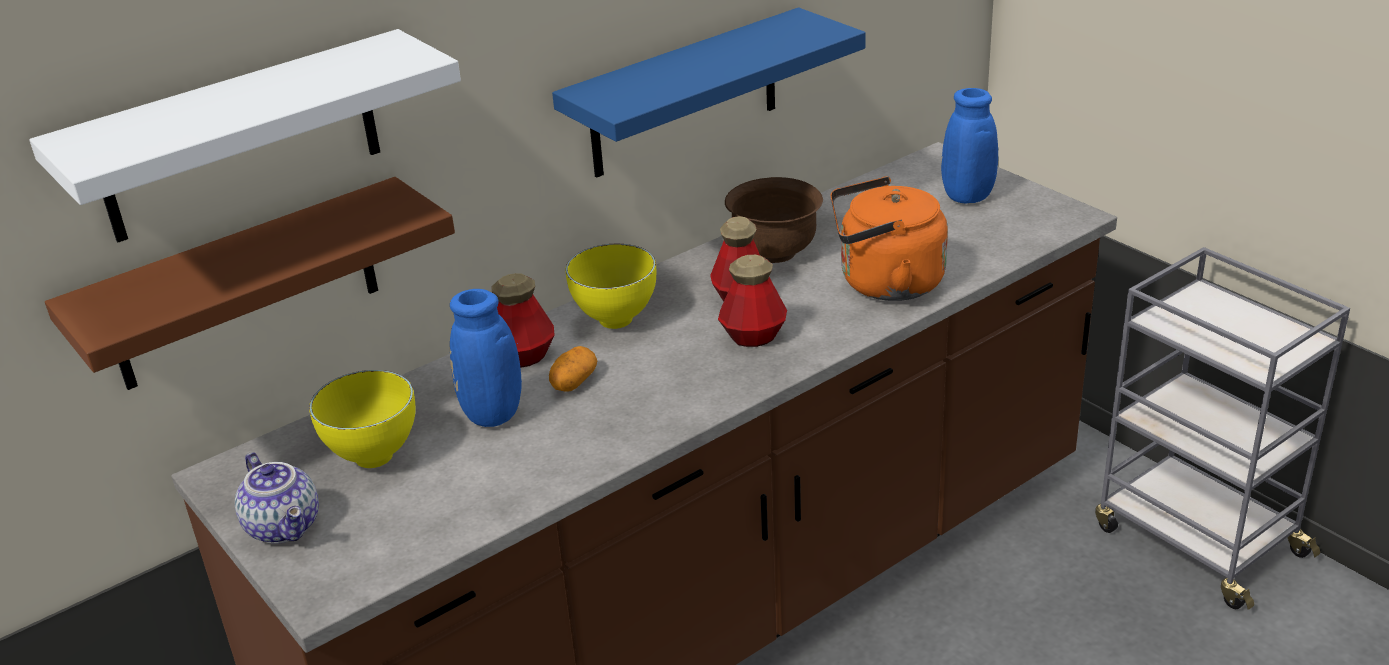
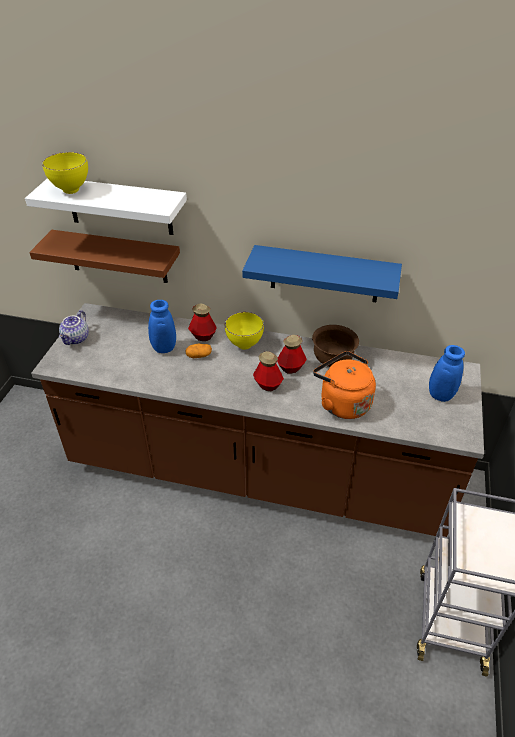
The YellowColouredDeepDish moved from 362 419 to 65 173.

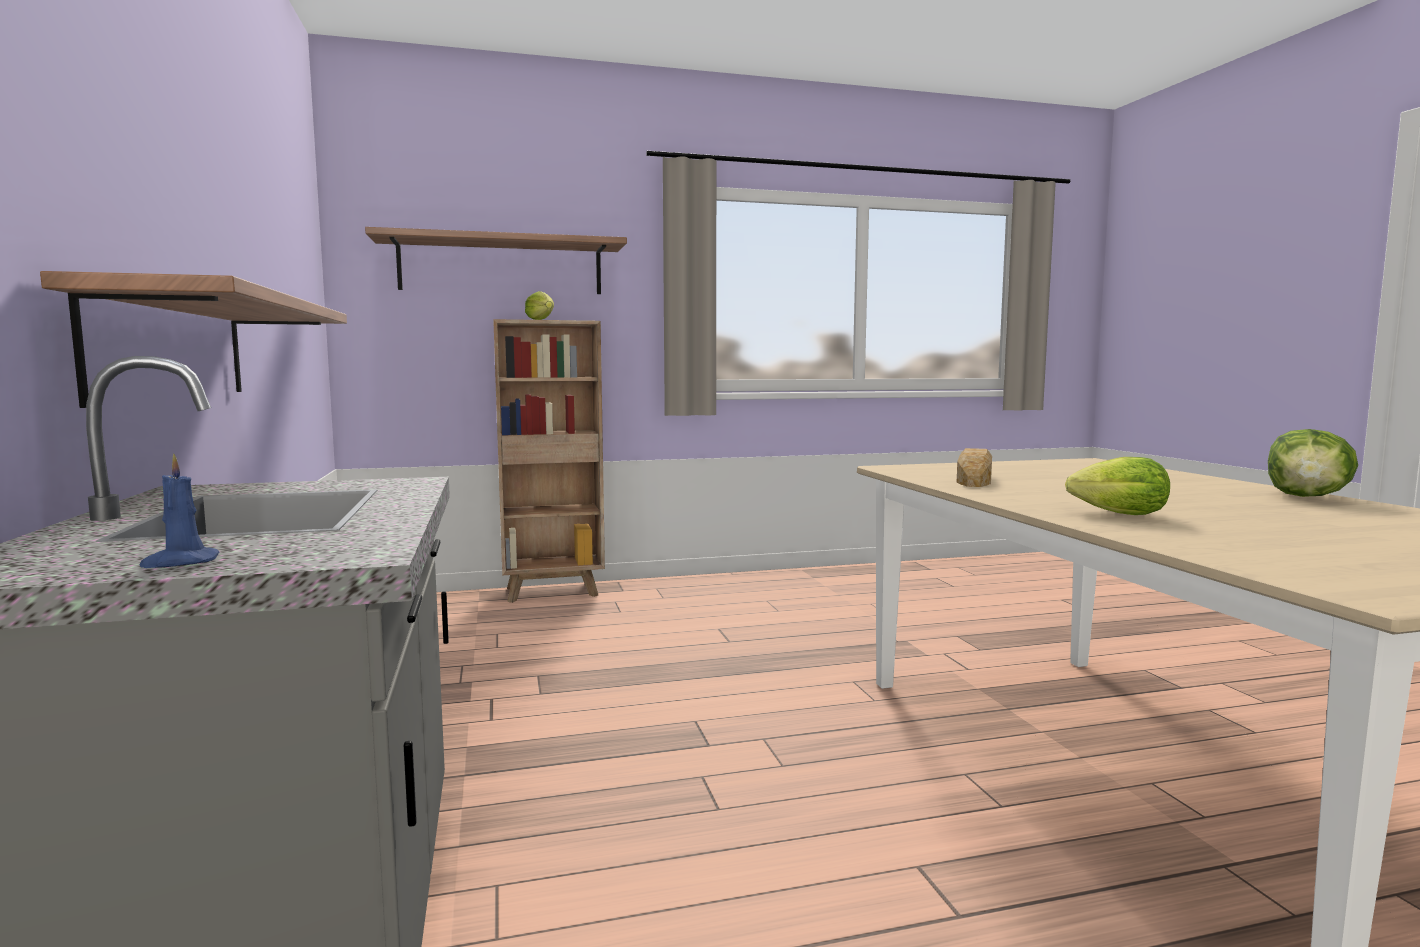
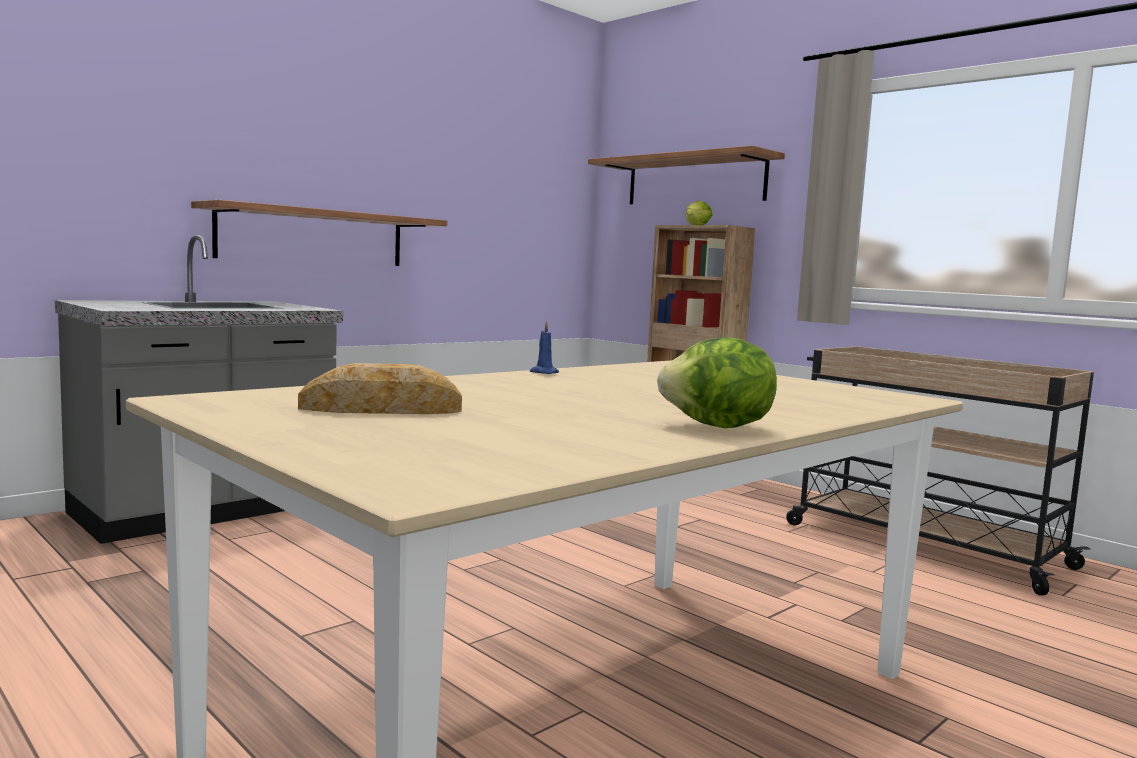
The BakedBread moved from 974 467 to 380 388.
The BluishCandle moved from 179 511 to 544 347.
The BeigeTrolley at 940 470 appeared.
The Lettuce at 1117 486 disappeared.

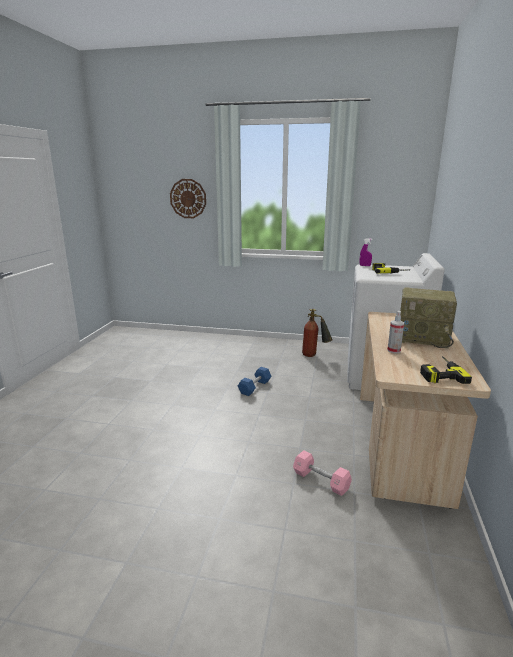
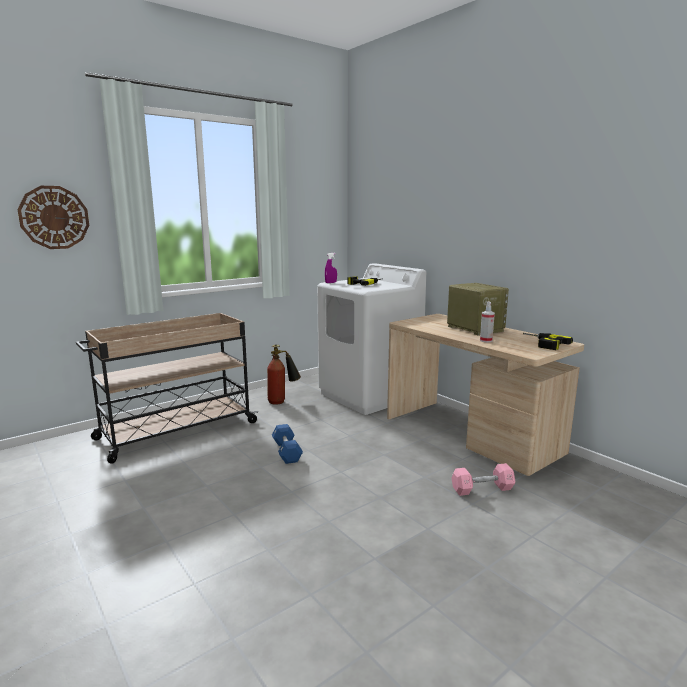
The BeigeTrolley at 167 388 appeared.
The RadioReceiver at 428 317 turned 90 degrees counterclockwise.

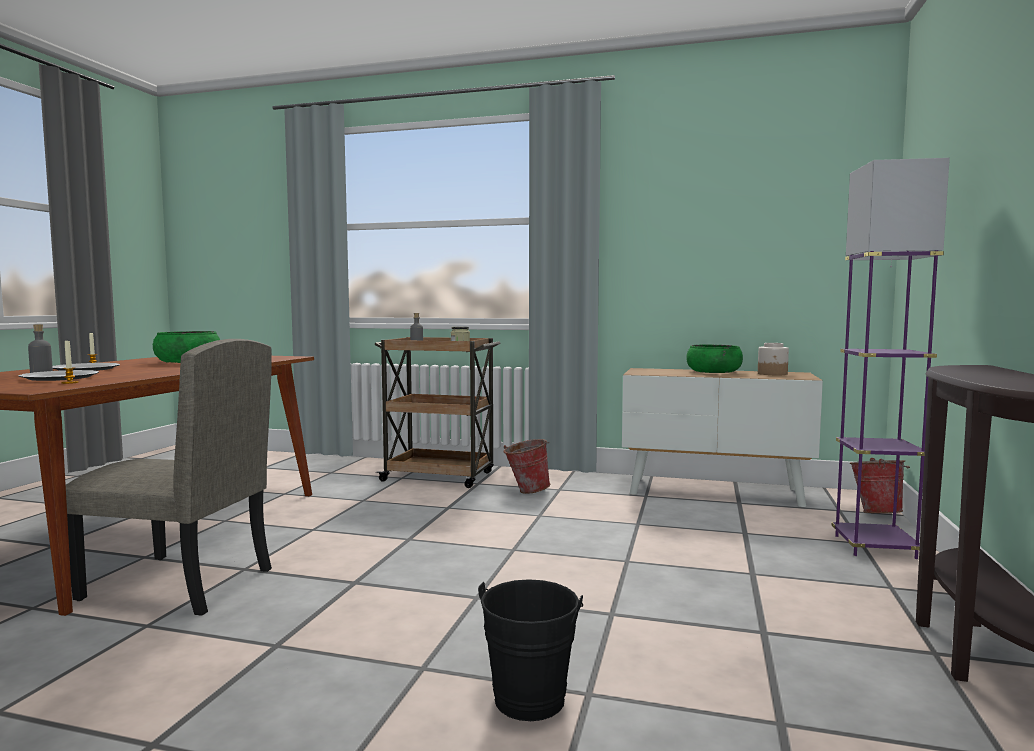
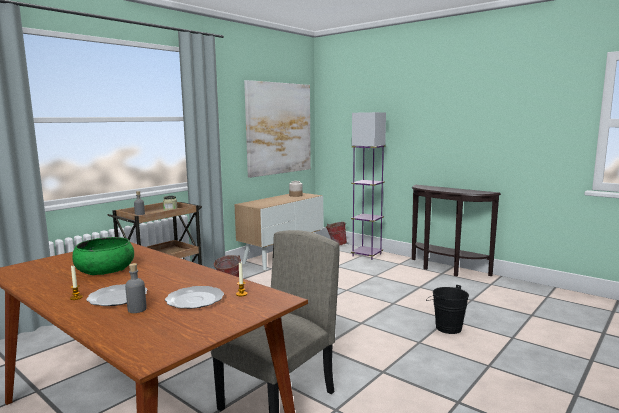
The Picture at 277 129 appeared.
The GreenDeepDish at 714 359 disappeared.

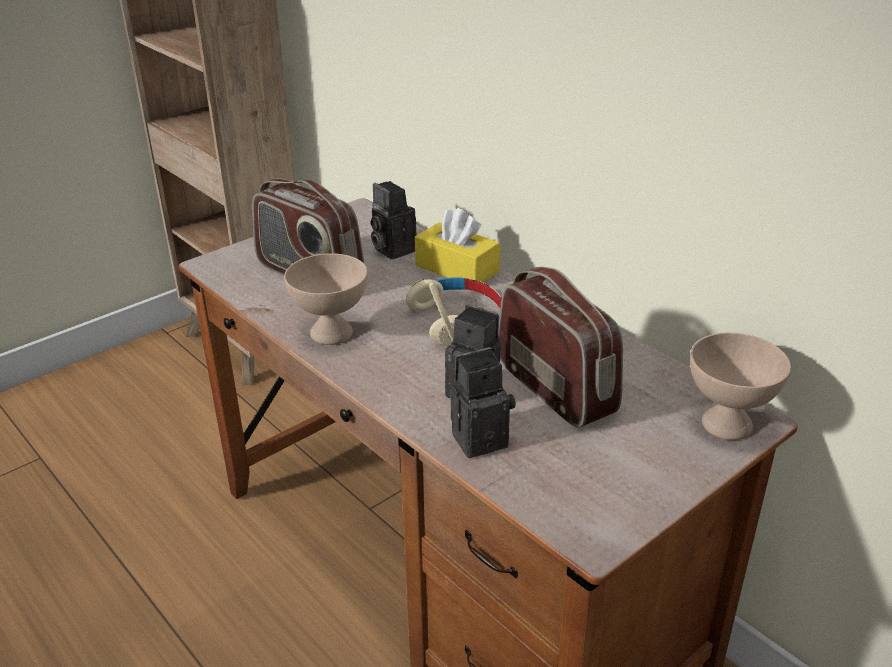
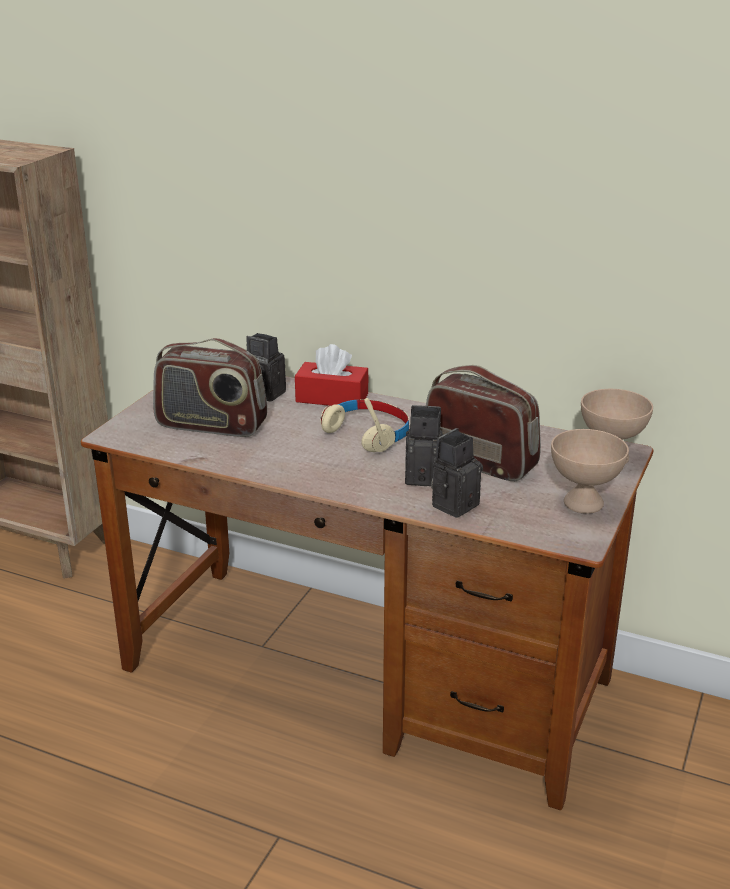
The YellowColouredTissueHolder at 457 245 became the RedTissueHolder at 331 375.
The BeigeDeepDish moved from 326 299 to 590 471.

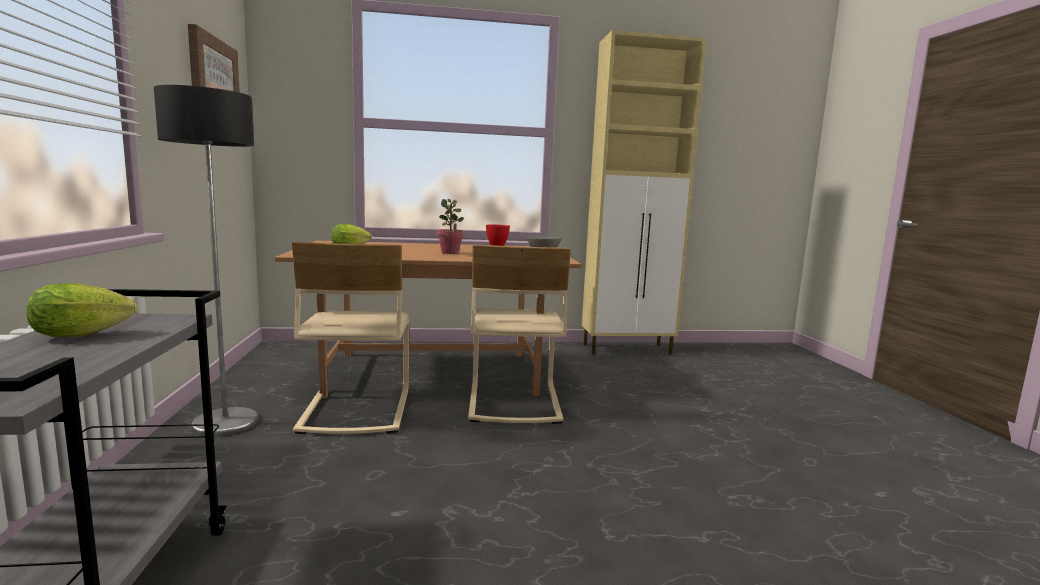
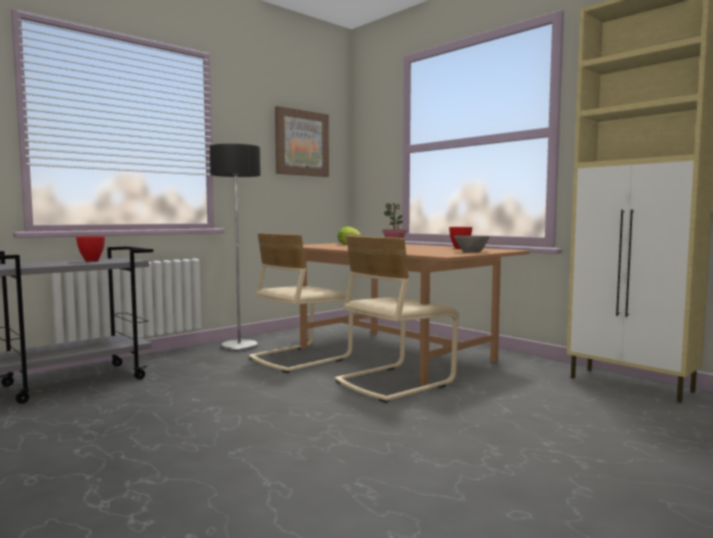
The Lettuce at 81 310 was replaced by the RedDeepDish at 90 249.

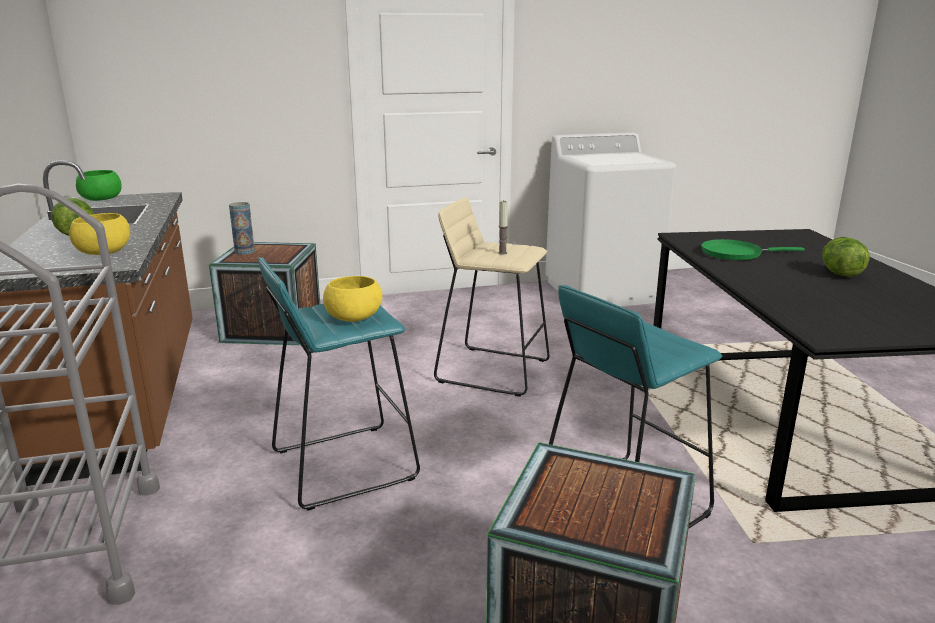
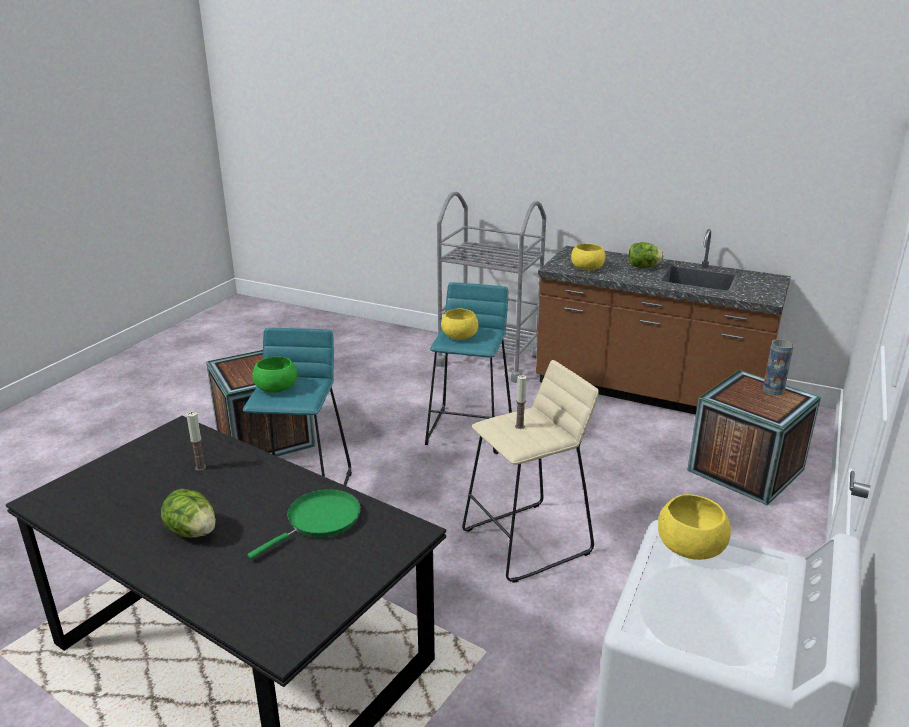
The Candle at 196 441 appeared.
The GreenDeepDish moved from 99 185 to 274 375.
The YellowColouredDeepDish at 694 527 appeared.

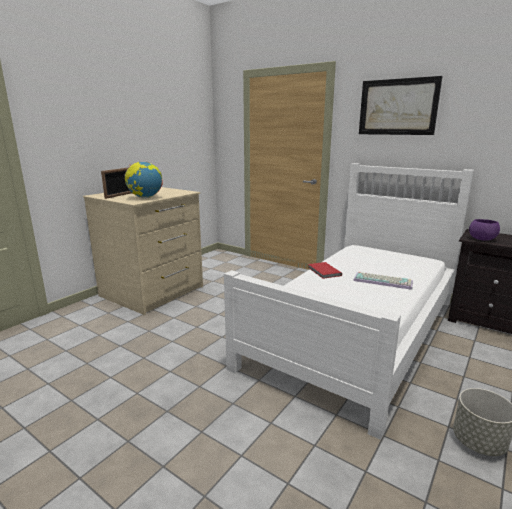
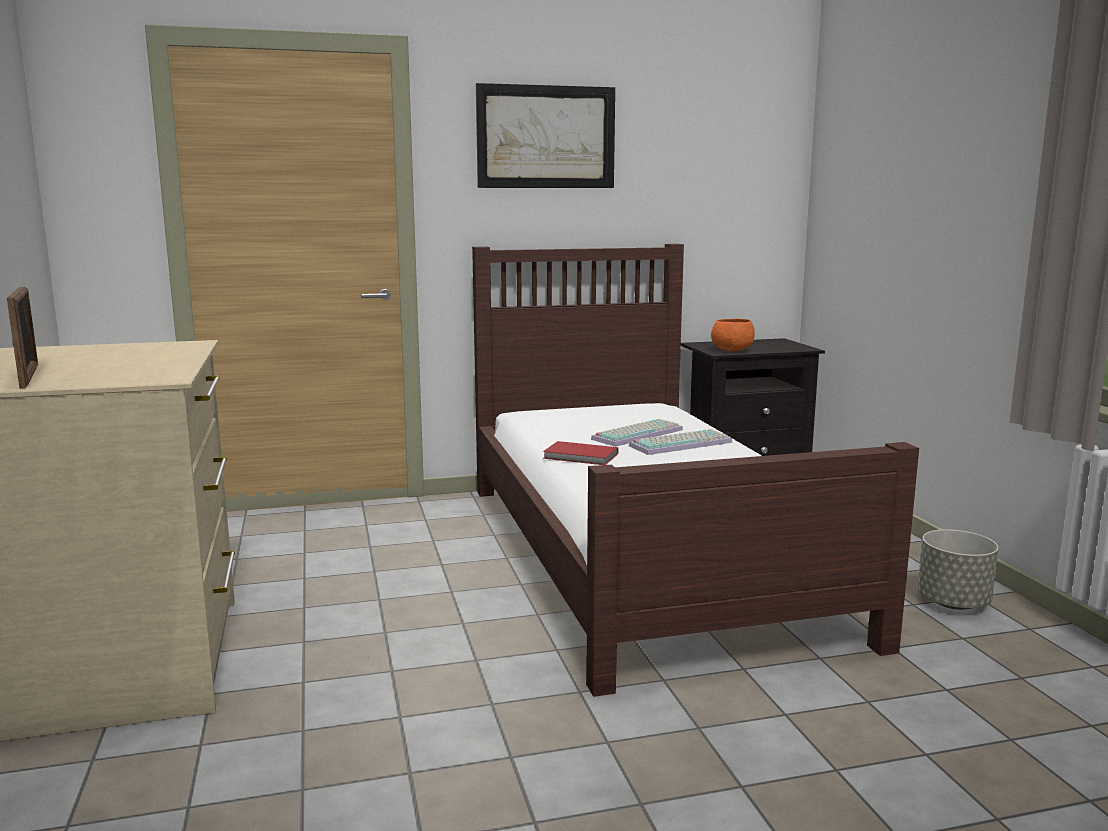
The WhitishSleepingBed at 349 301 became the BrownSleepingBed at 695 470.
The ComputerKeyboard at 637 433 appeared.
The PurplishDeepDish at 484 230 became the OrangeColouredDeepDish at 733 335.
The DeskGlobe at 144 180 disappeared.

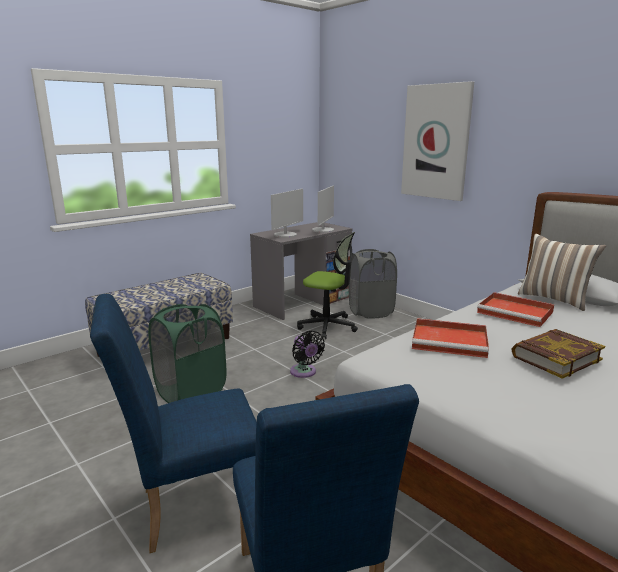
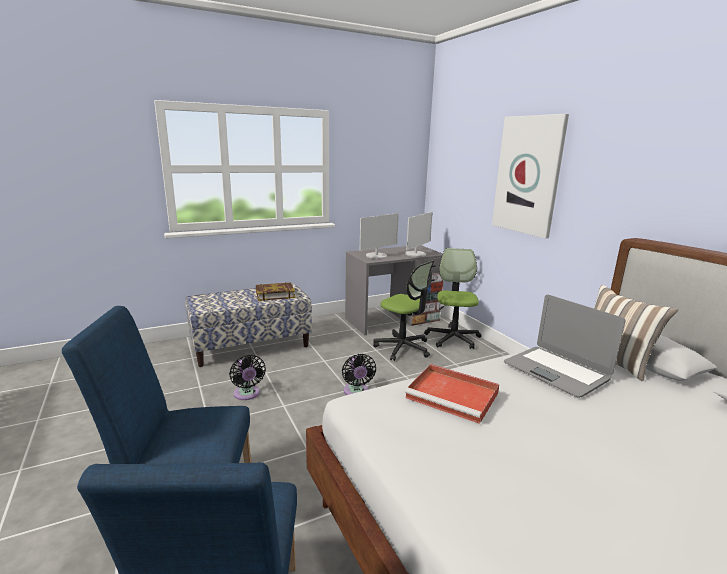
The GreenLaundryBasket at 187 353 was replaced by the BlackFan at 247 377.
The BoundBook moved from 558 354 to 275 291.
The GrayLaundryBasket at 373 284 was replaced by the ComputerChair at 453 298.
The RedServingTray at 515 309 was replaced by the Laptop at 564 346.

